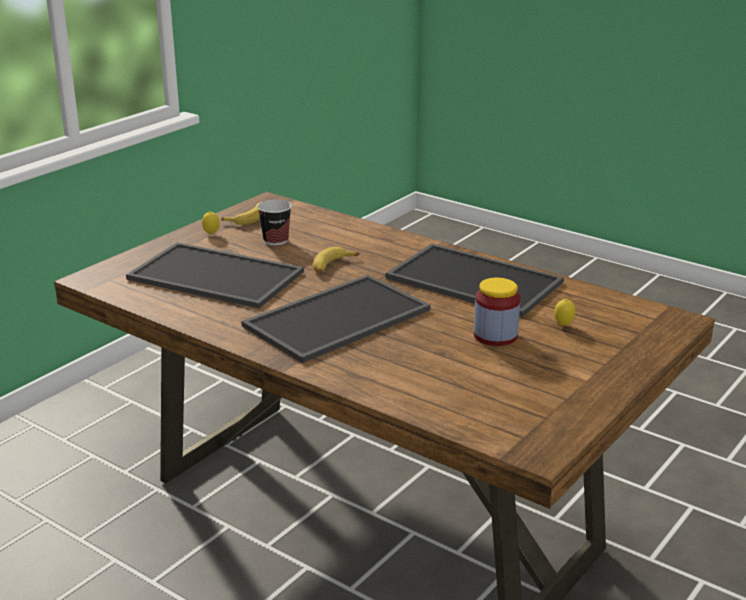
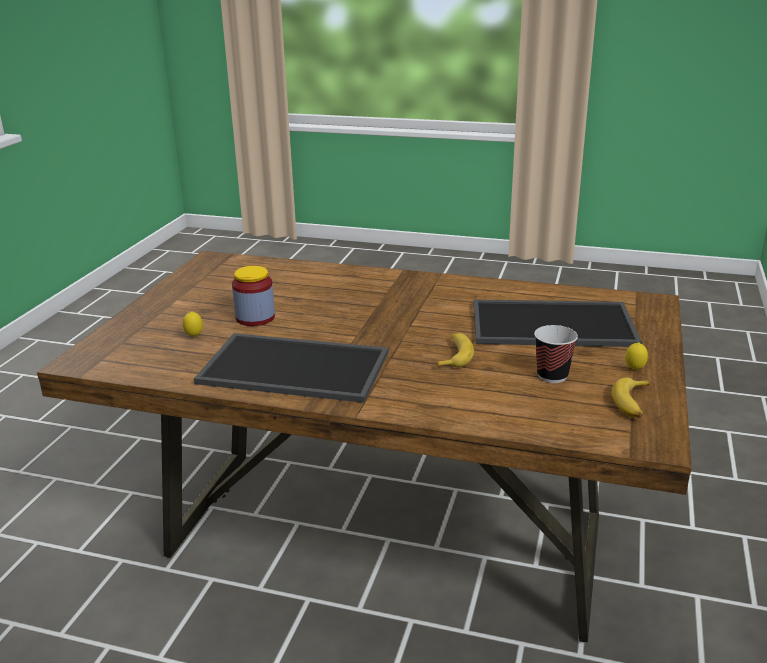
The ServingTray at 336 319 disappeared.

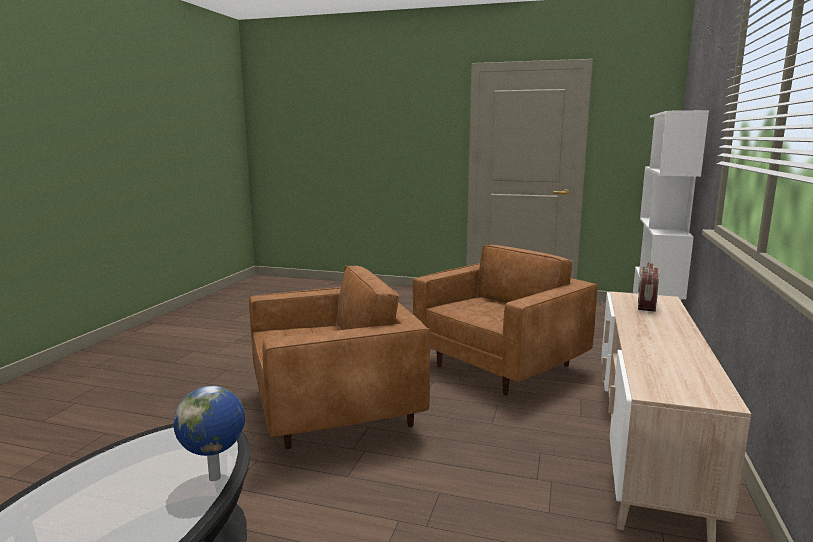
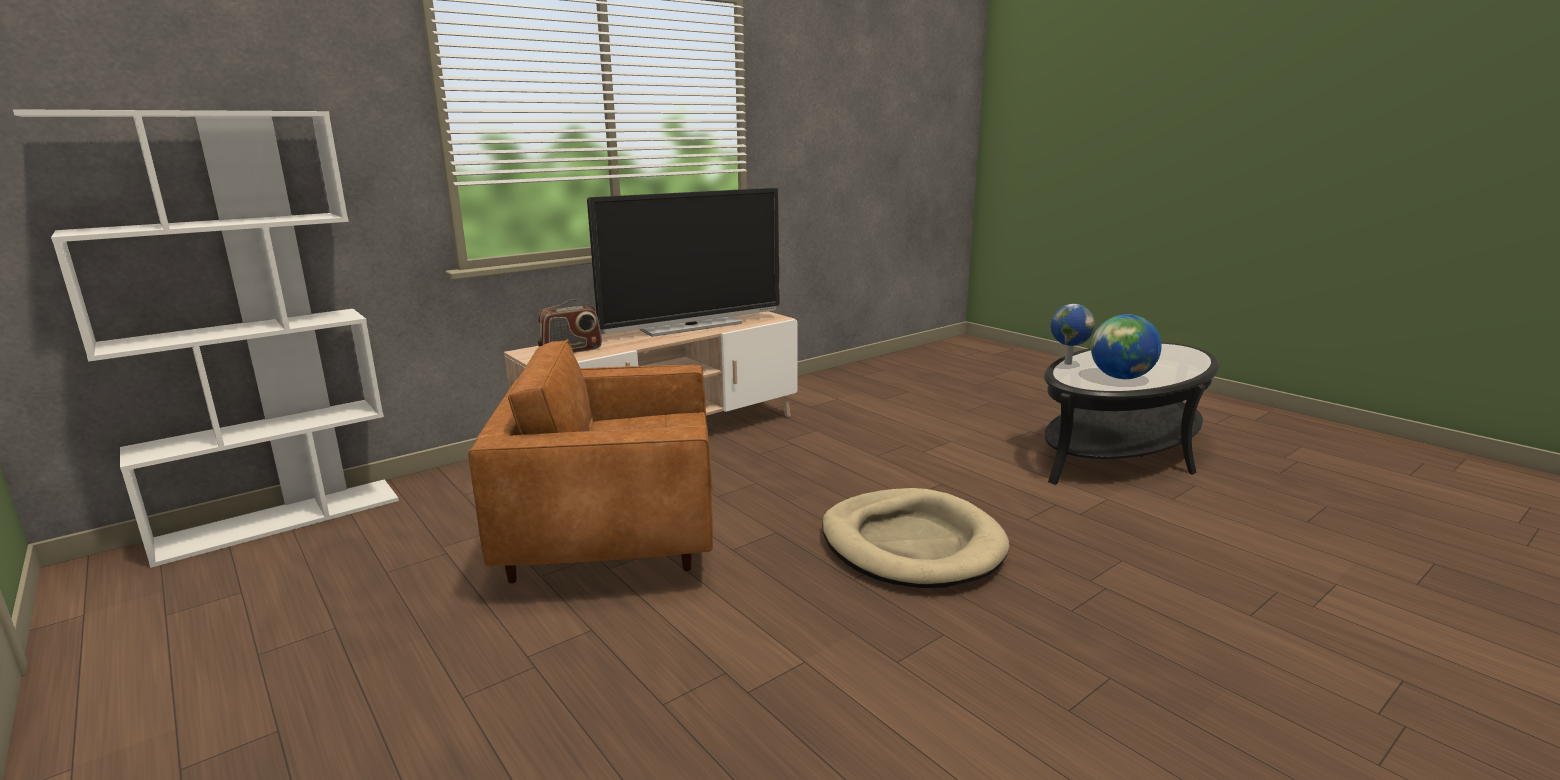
The TvSet at 683 262 appeared.
The BrownLoungeChair at 339 357 was replaced by the BeigeDogCushion at 915 538.
The DeskGlobe at 1126 346 appeared.

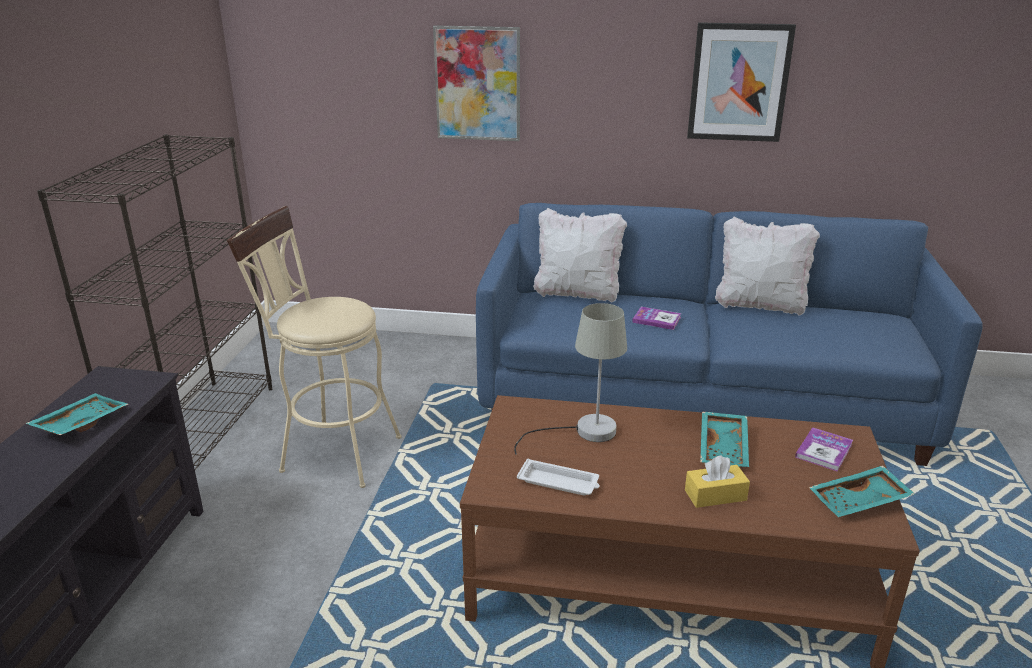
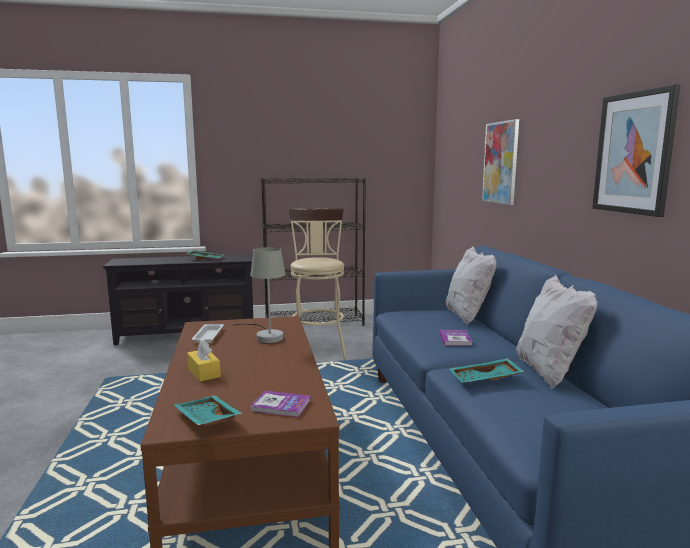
The TurquoiseServingTray moved from 724 439 to 486 370.

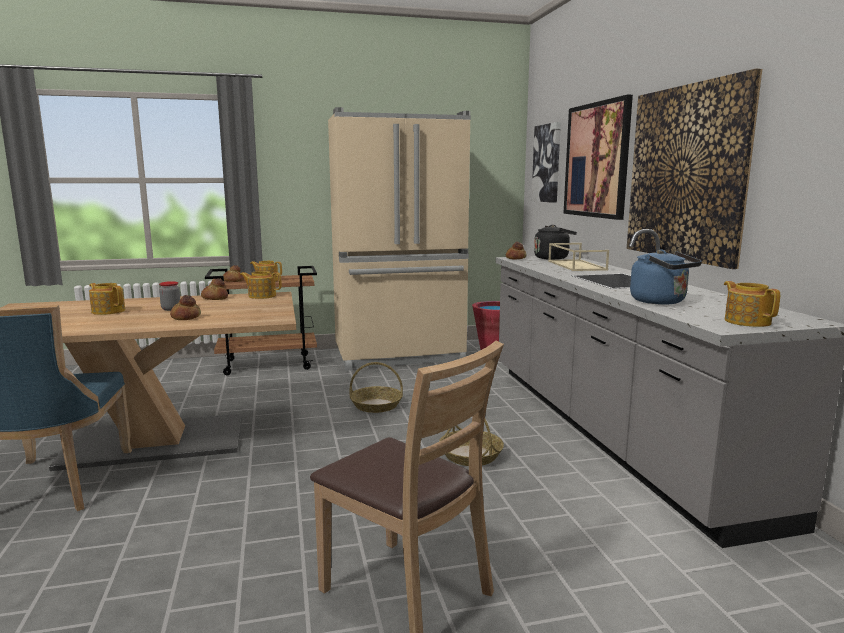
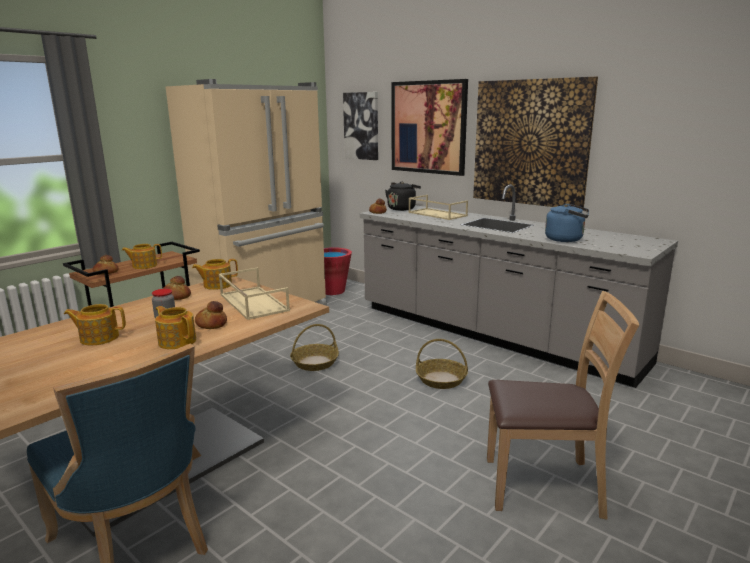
The TeaPot moved from 752 304 to 175 327.
The BeigeServingTray at 254 294 appeared.

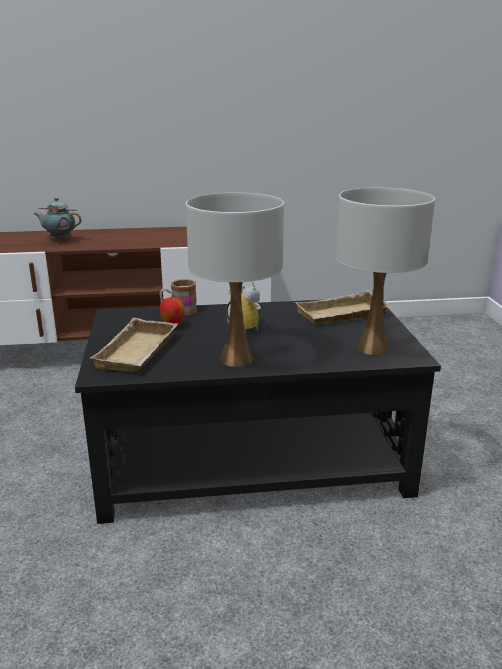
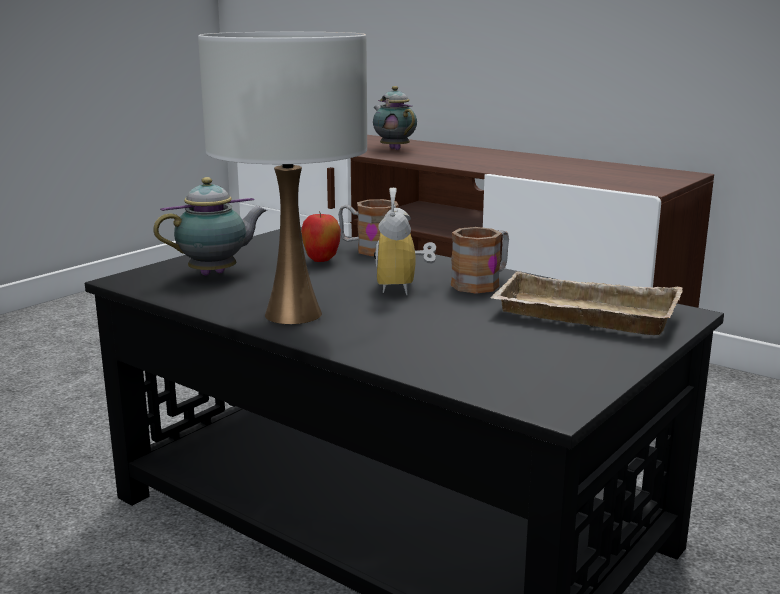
The BeigeServingTray at 134 345 was replaced by the TeaPot at 210 226.
The TeaMug at 479 260 appeared.
The WhitishTabletopLamp at 385 271 disappeared.

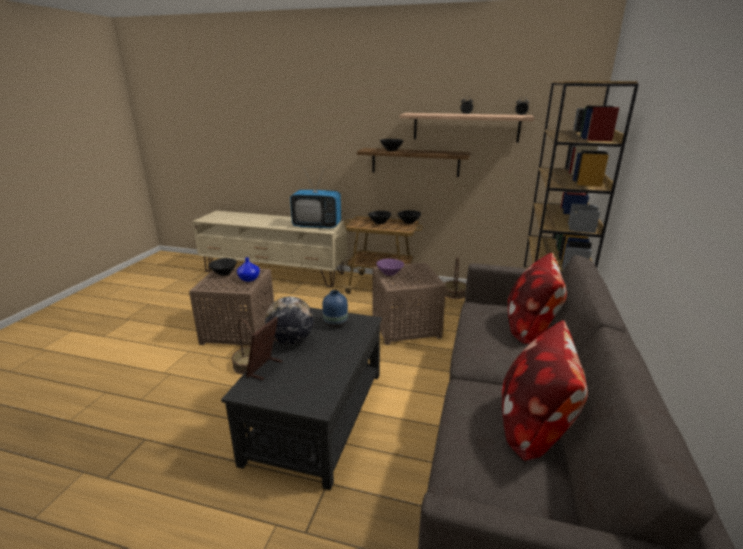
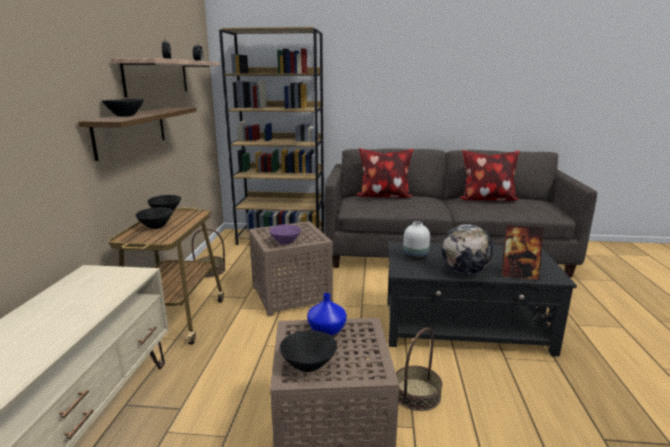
The BluishFlowerVase at 335 308 became the WhitishFlowerVase at 416 240.
The TvSet at 315 199 disappeared.

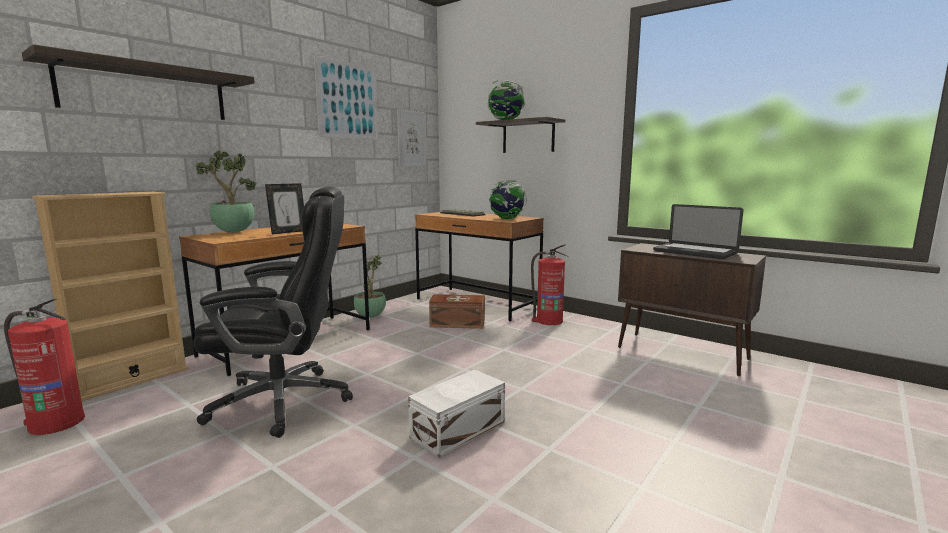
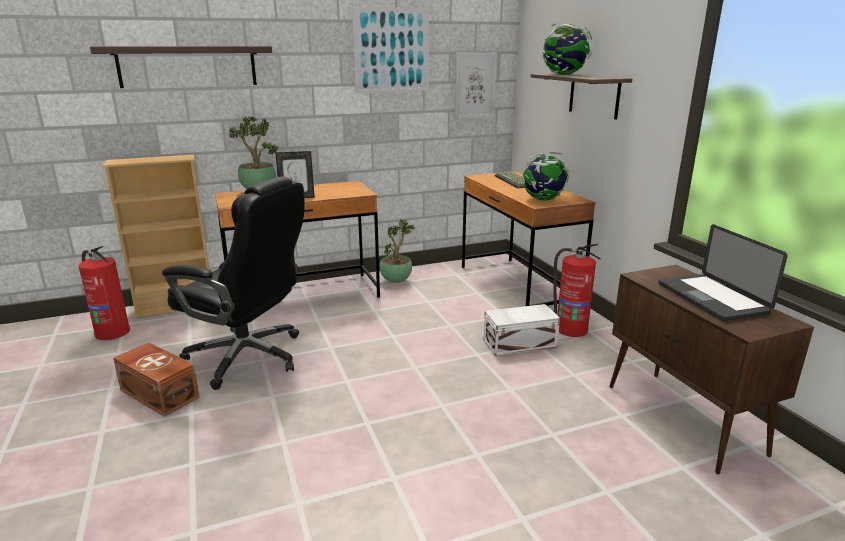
The BrownStorageBin moved from 457 311 to 156 379.
The WhitishStorageBin moved from 456 413 to 522 330.

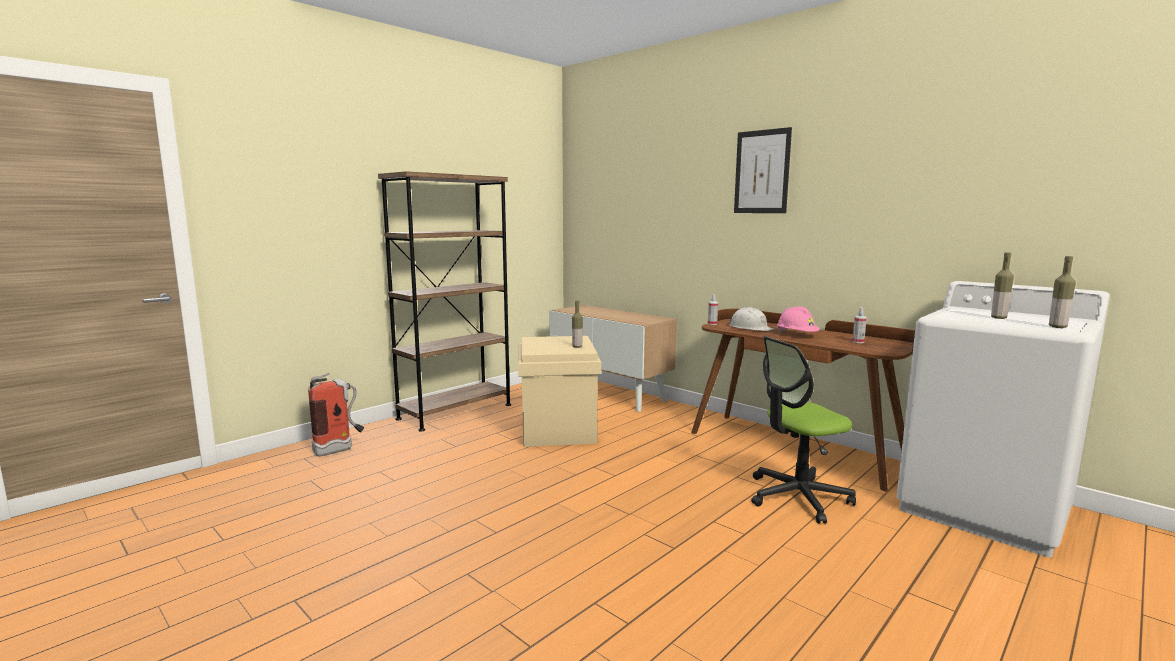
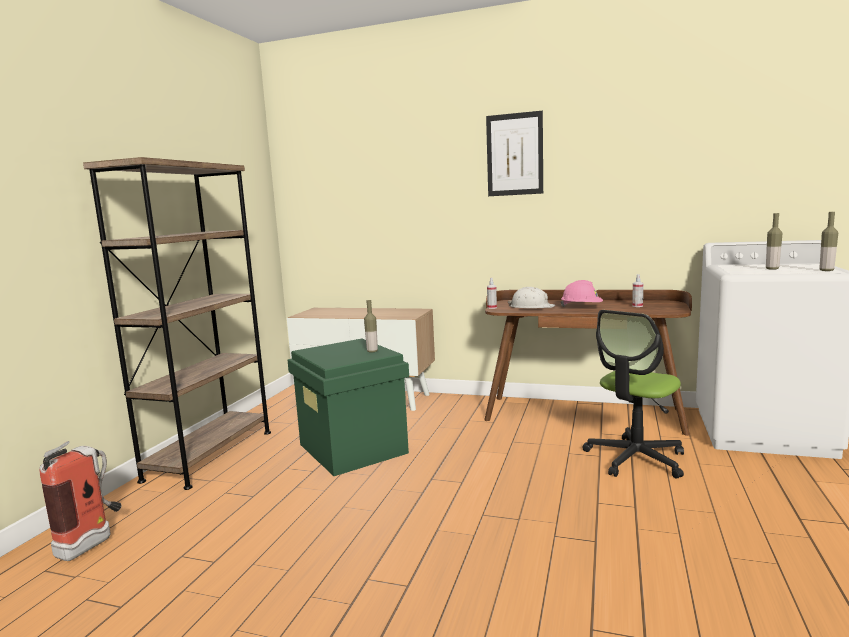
The BeigeStorageBin at 559 391 became the GreenStorageBin at 348 407.

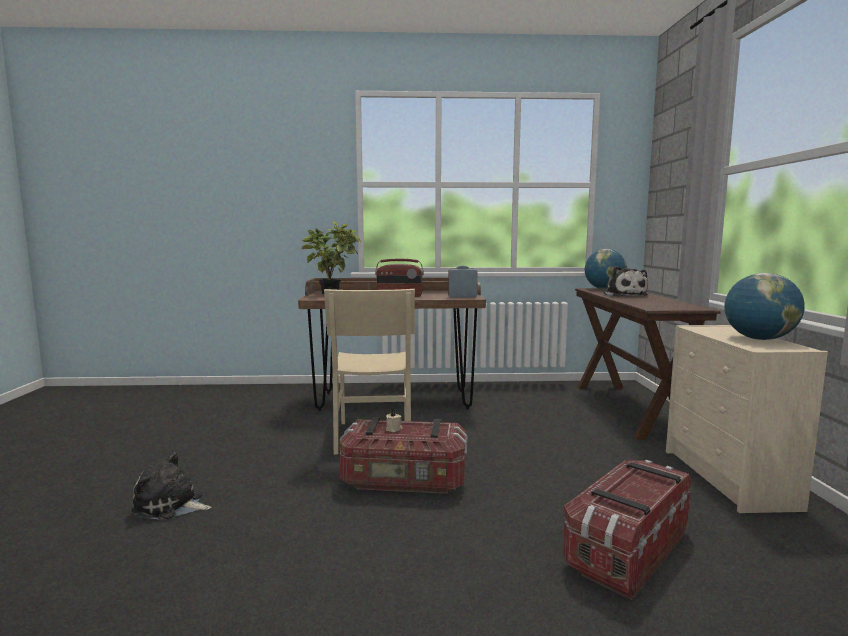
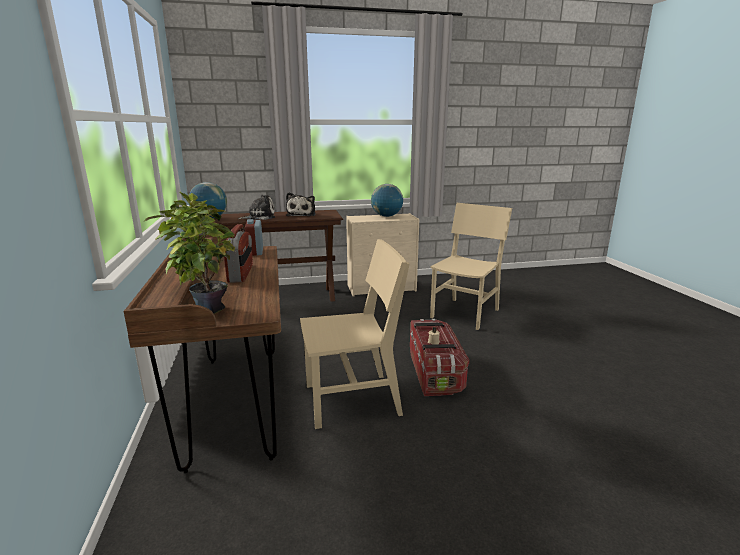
The PlushToy moved from 171 486 to 301 204.
The StorageBin at 627 530 was replaced by the BeigeUprightChair at 471 266.

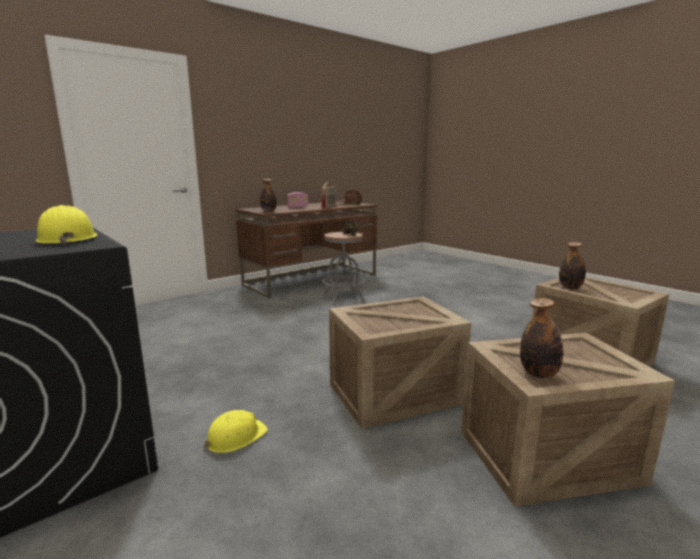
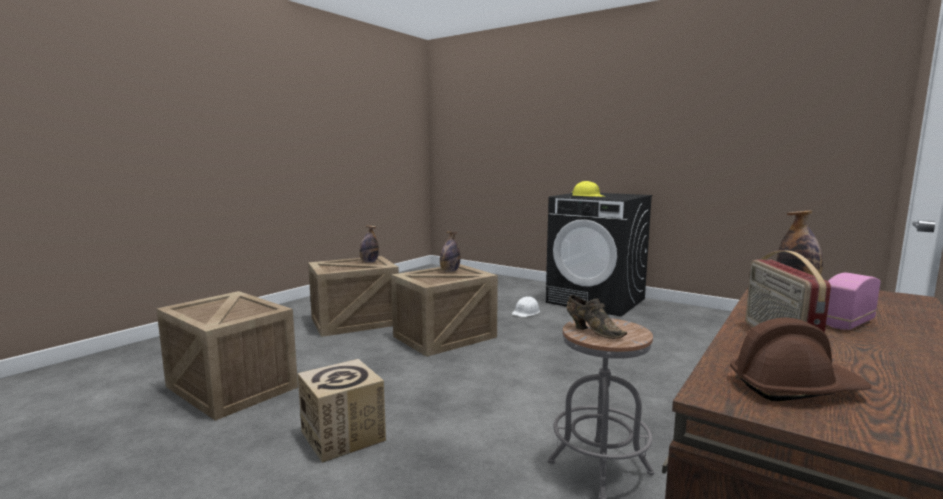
The Carton at 342 411 appeared.
The BeverageBottle moved from 572 265 to 450 252.
The YellowColouredSafetyHelmet at 235 431 became the WhitishSafetyHelmet at 526 306.

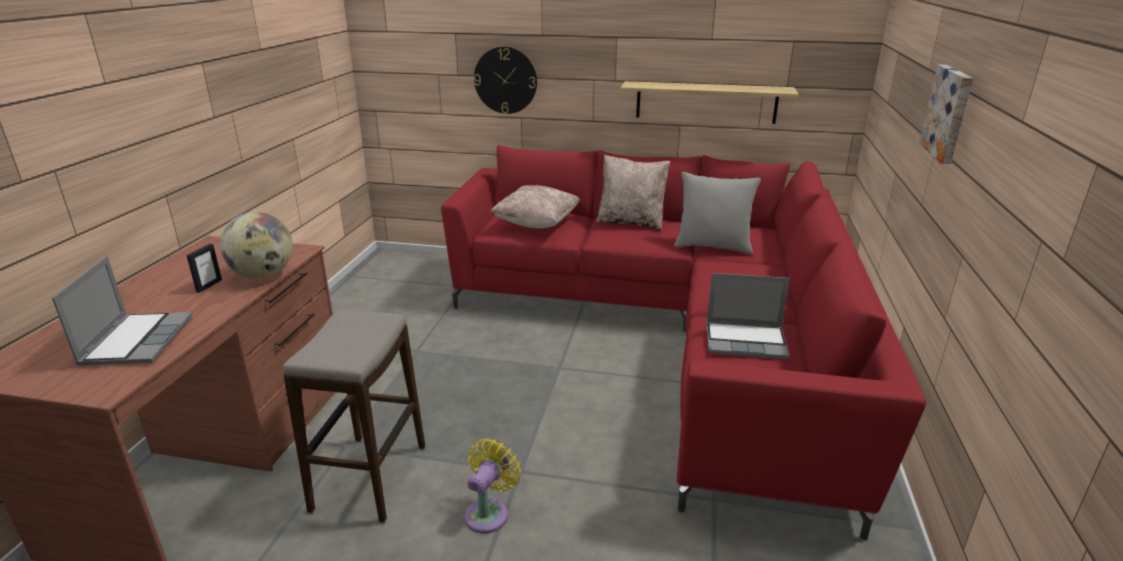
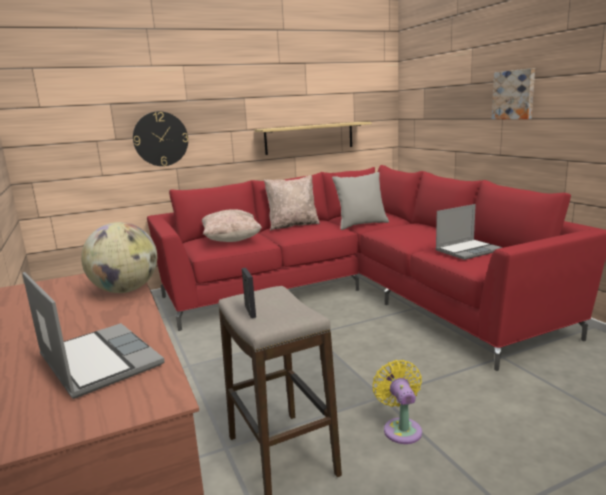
The PictureFrame moved from 204 268 to 249 293.

